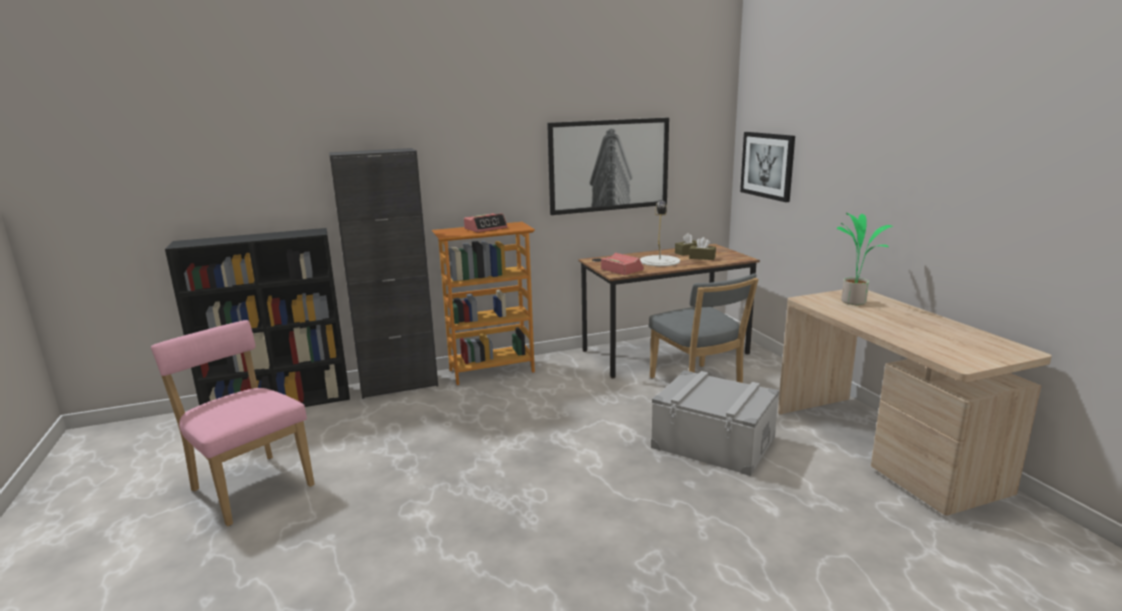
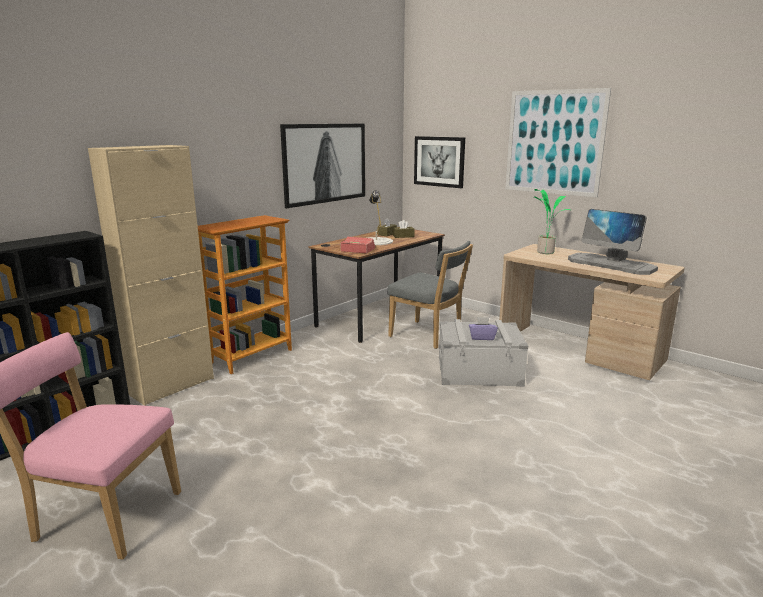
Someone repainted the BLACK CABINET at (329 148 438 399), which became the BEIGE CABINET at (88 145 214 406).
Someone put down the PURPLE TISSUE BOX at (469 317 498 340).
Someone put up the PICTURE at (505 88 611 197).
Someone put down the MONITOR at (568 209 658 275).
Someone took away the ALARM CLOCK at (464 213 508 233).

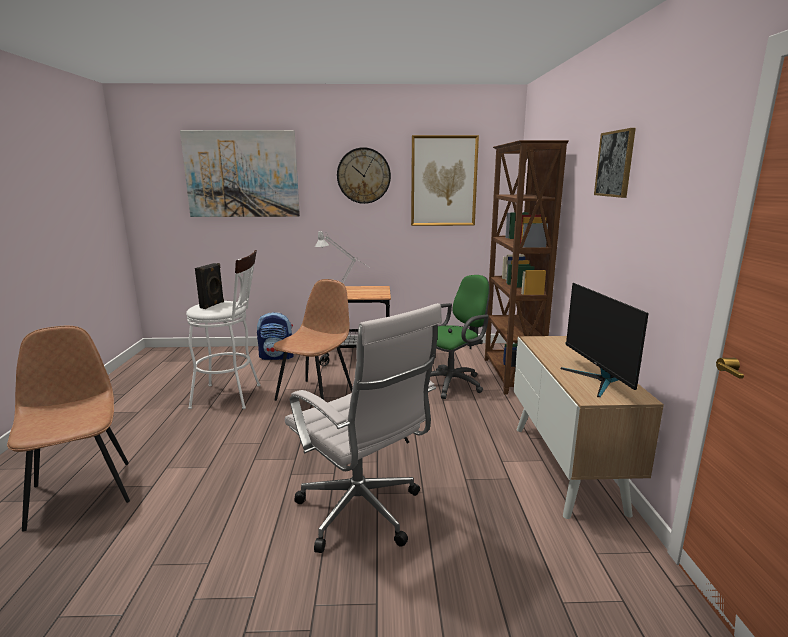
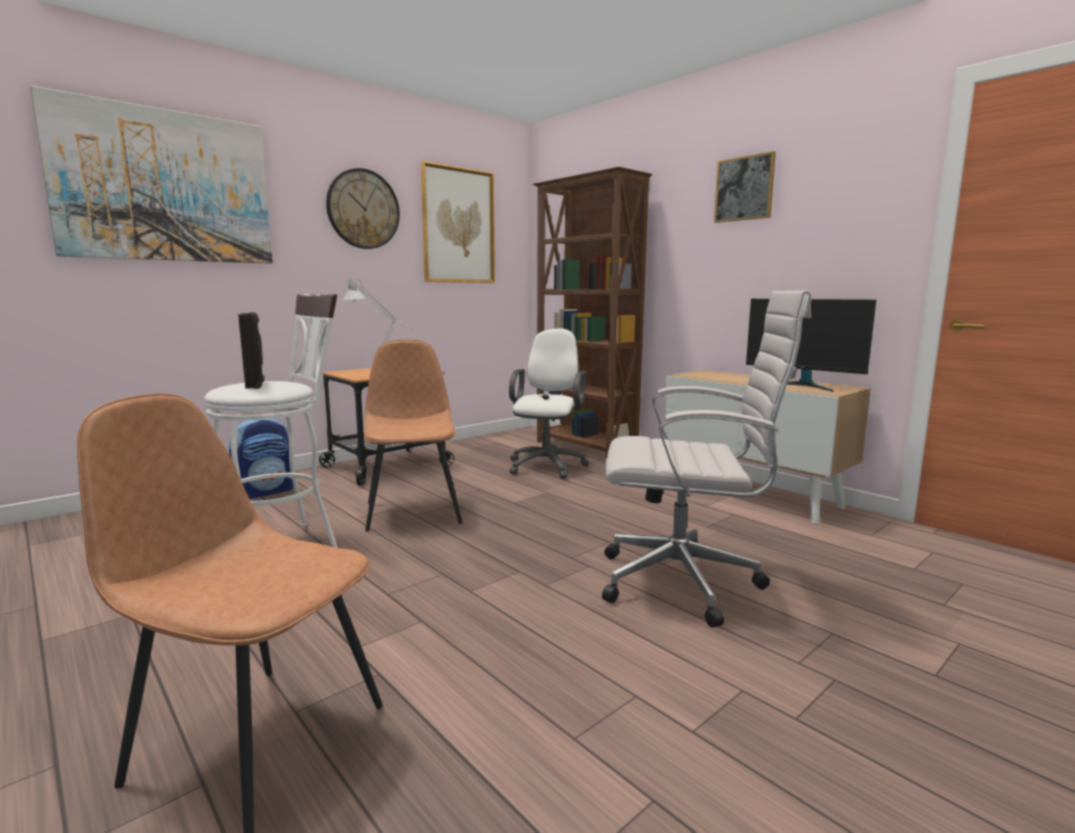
Someone repainted the GREEN OFFICE CHAIR at (430 275 490 399), which became the WHITE OFFICE CHAIR at (509 328 589 479).

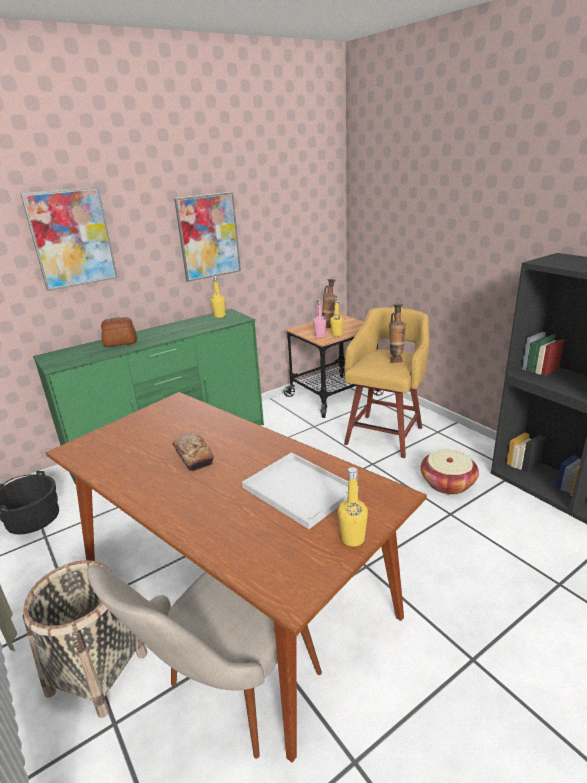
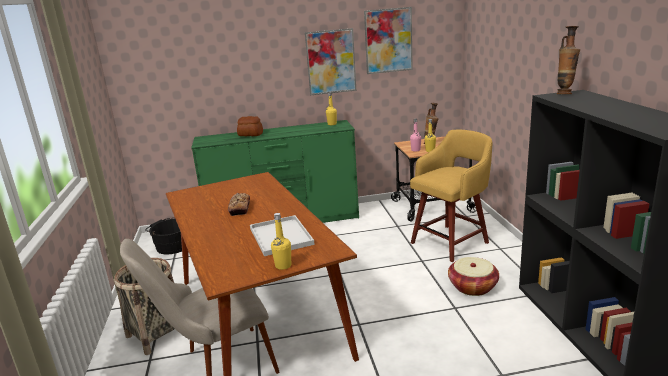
Someone carried the PICTURE from (20 186 118 291) to (364 7 413 74).
Someone carried the VASE from (389 304 406 363) to (557 26 580 94).

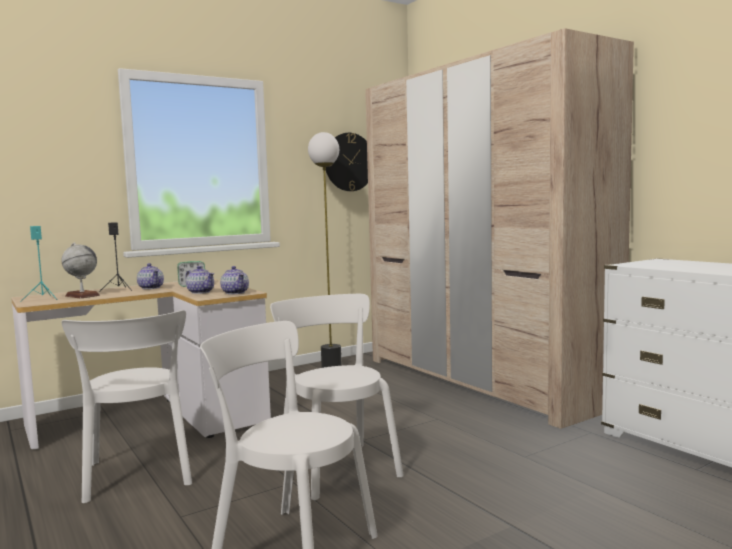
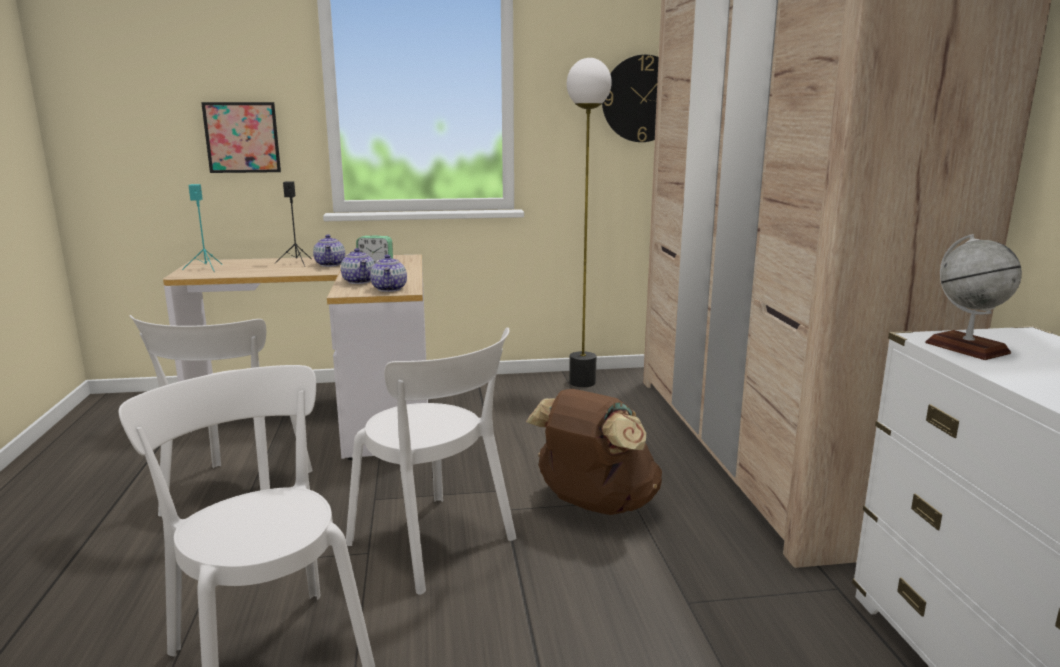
Someone put up the PICTURE at (201 102 281 173).
Someone rotated the WHITE CHAIR at (270 294 404 500) by 135 degrees clockwise.
Someone put down the BROWN BACKPACK at (526 389 662 515).
Someone carried the GLOBE from (62 243 100 299) to (925 234 1022 360).

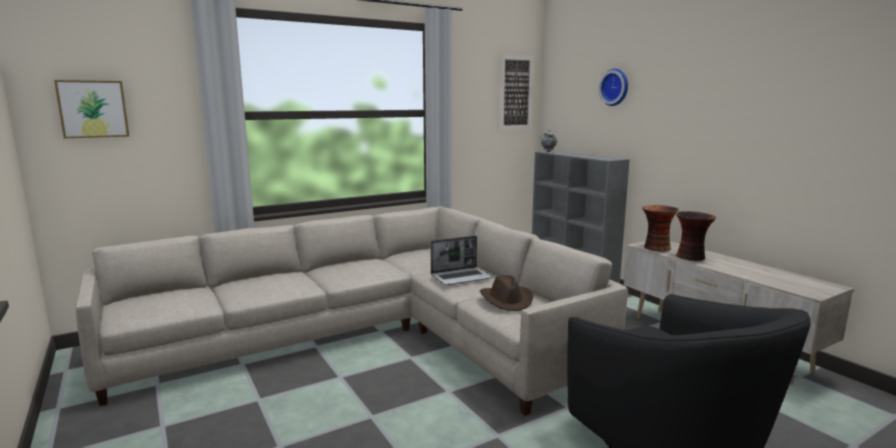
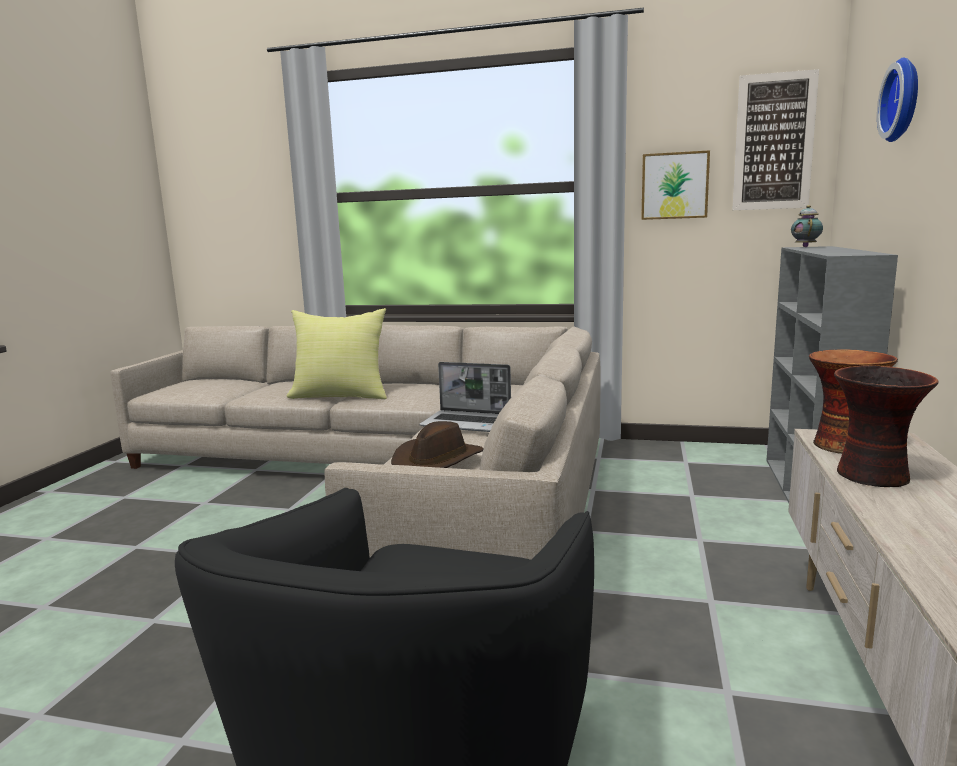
Someone put down the YELLOW PILLOW at (287 308 387 400).
Someone carried the PICTURE from (54 80 129 138) to (641 150 710 220).

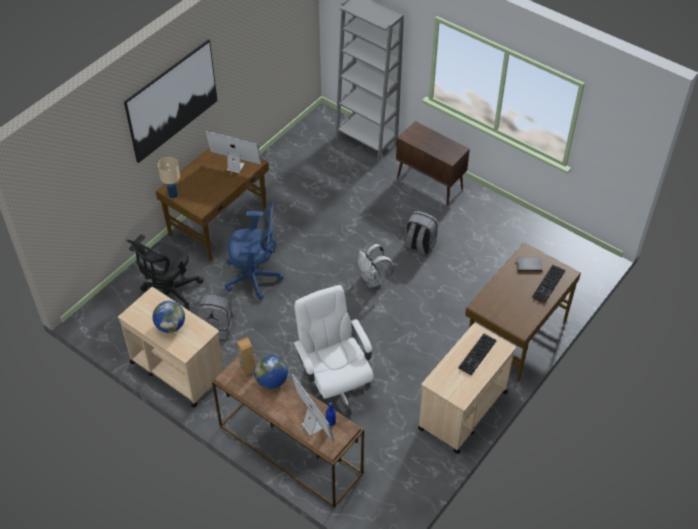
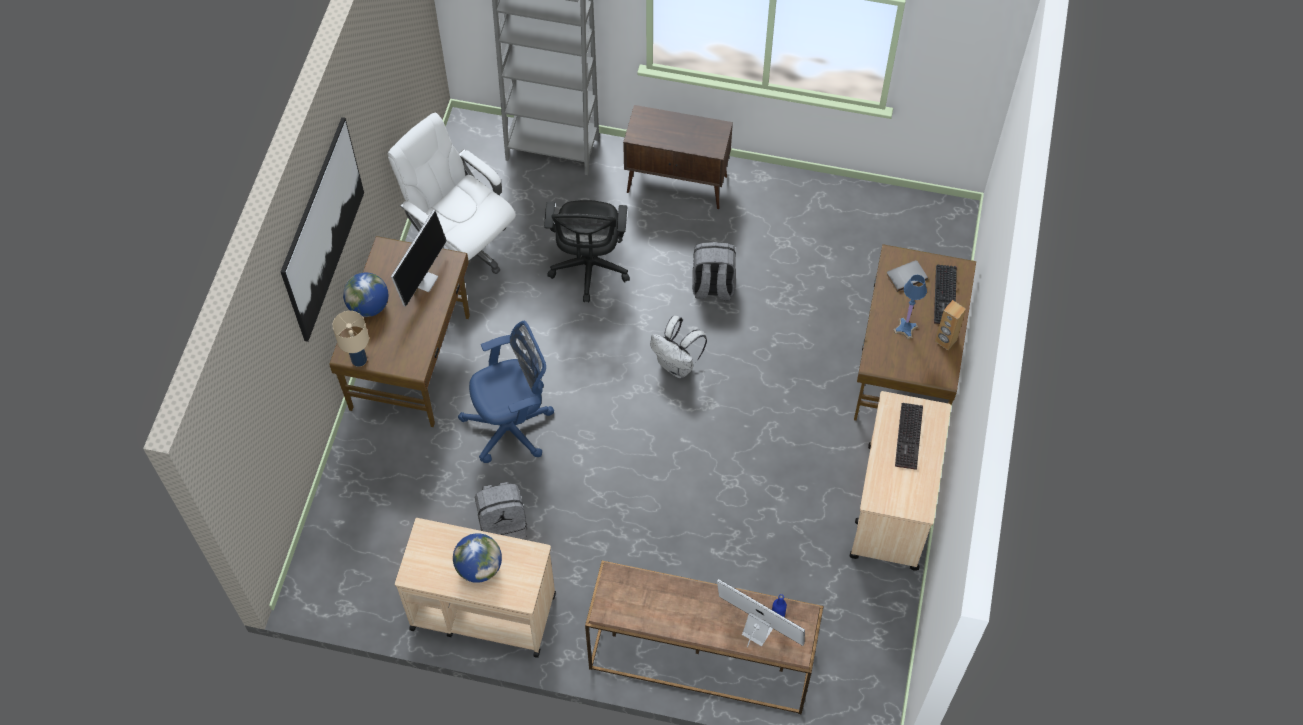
Someone carried the GLOBE from (254 355 288 389) to (343 273 388 317).
Someone carried the WHITE OFFICE CHAIR from (293 285 374 416) to (387 113 516 274).
Someone rotated the MONITOR at (206 131 262 173) by 120 degrees clockwise.
Someone carried the BLACK OFFICE CHAIR from (127 234 203 310) to (544 200 630 303).
Someone put down the BLUE TABLE LAMP at (894 275 927 339).
Someone carried the BROWN SPEAKER from (237 337 255 376) to (935 300 966 350).

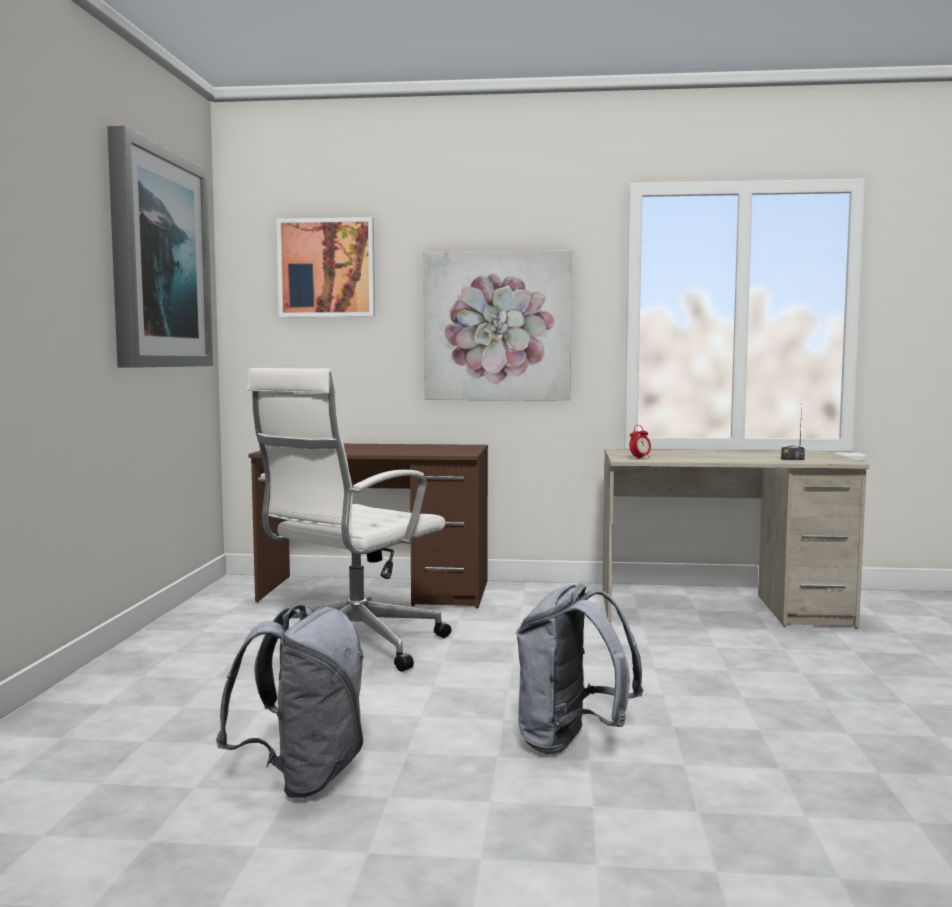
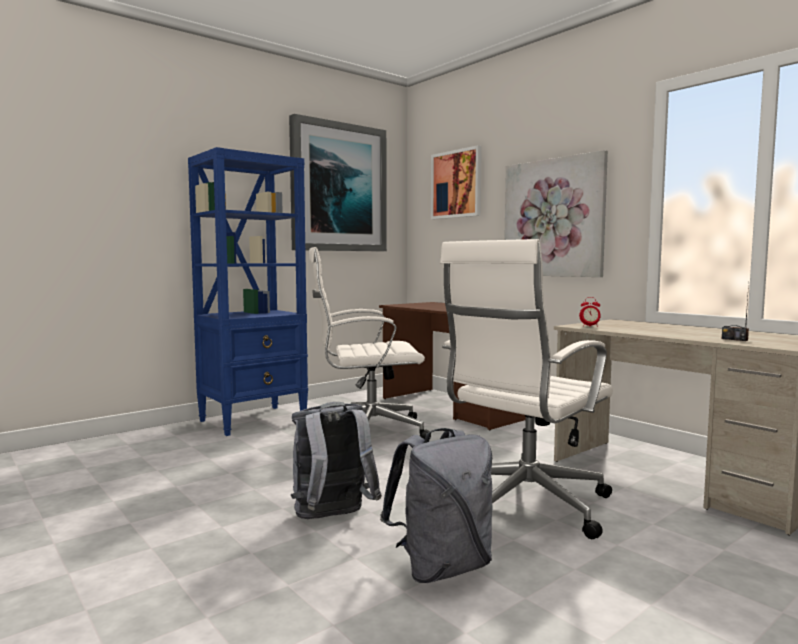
Someone put down the BLUE BOOKCASE at (188 147 308 436).
Someone carried the GREY BACKPACK from (216 605 364 799) to (380 428 493 583).
Someone put down the WHITE OFFICE CHAIR at (440 239 613 539).

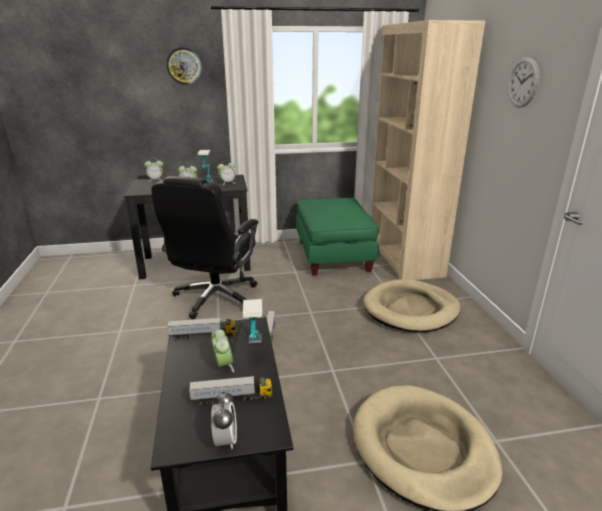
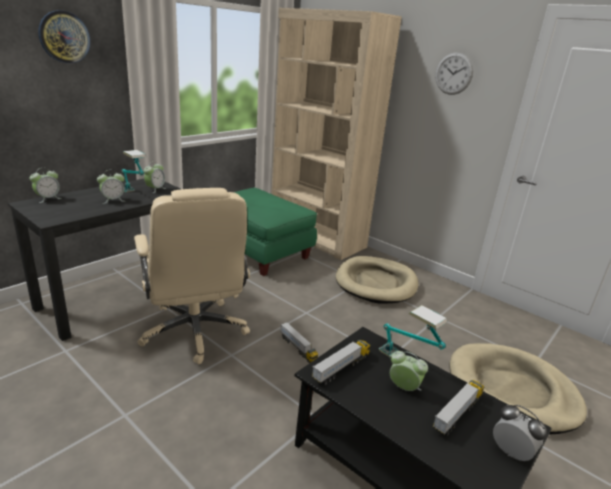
Someone repainted the BLACK OFFICE CHAIR at (151 176 258 319), which became the BEIGE OFFICE CHAIR at (134 188 250 364).

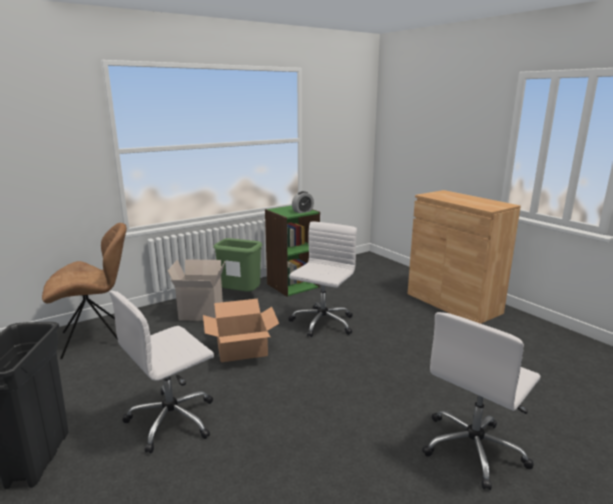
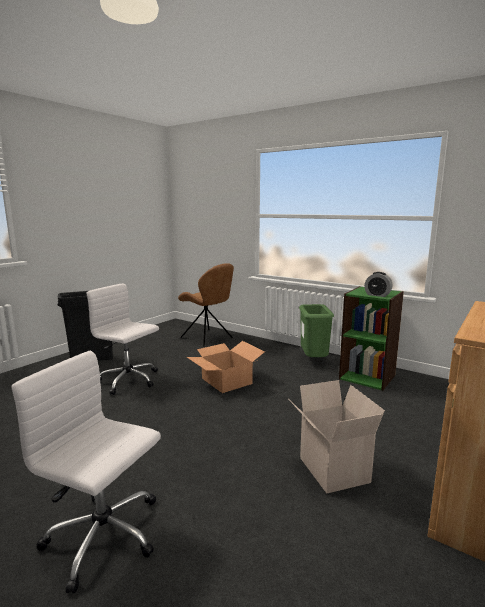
Someone carried the CARDBOARD BOX from (167 259 226 321) to (289 380 385 493).
Someone took away the WHITE OFFICE CHAIR at (288 221 357 337).

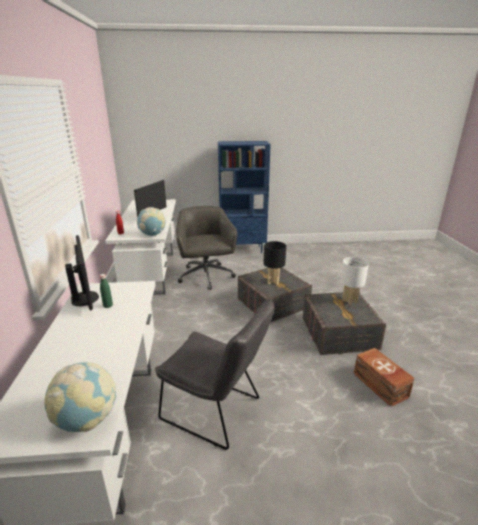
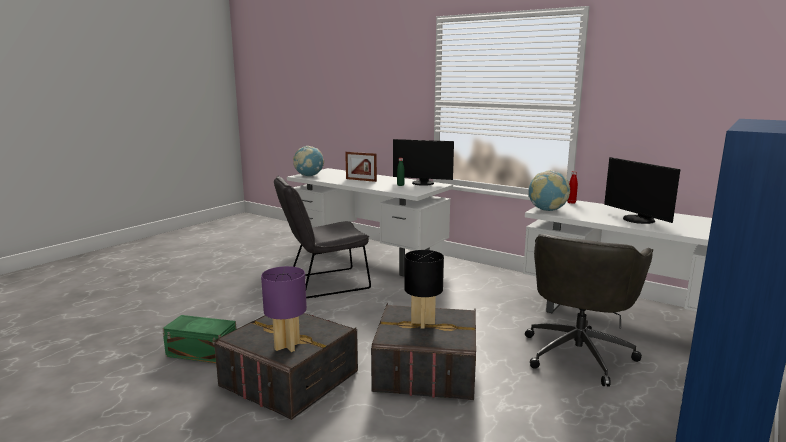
Someone repainted the BROWN STORAGE BOX at (353 348 415 407), which became the GREEN STORAGE BOX at (162 315 237 363).
Someone repainted the WHITE TABLE LAMP at (340 257 369 305), which became the PURPLE TABLE LAMP at (261 266 307 352).
Someone put down the PICTURE FRAME at (345 152 377 182).
Someone rotated the GREY OFFICE CHAIR at (176 206 237 290) by 90 degrees clockwise.

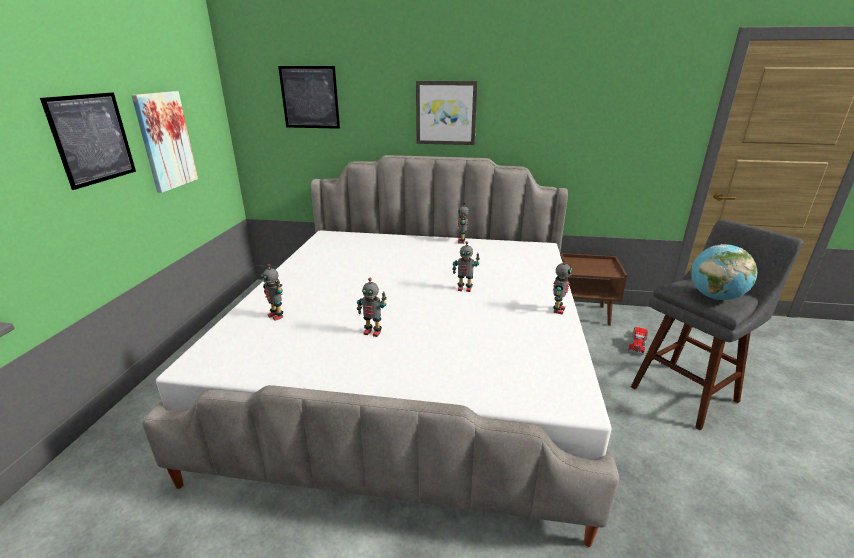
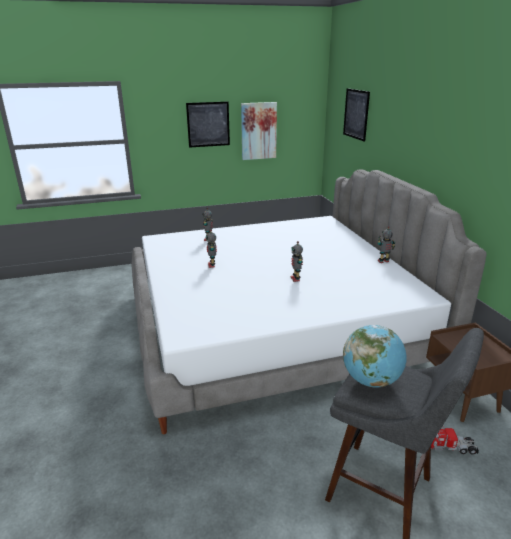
Someone took away the PICTURE at (416 81 478 145).
Someone took away the TOY ROBOT at (553 259 572 315).

